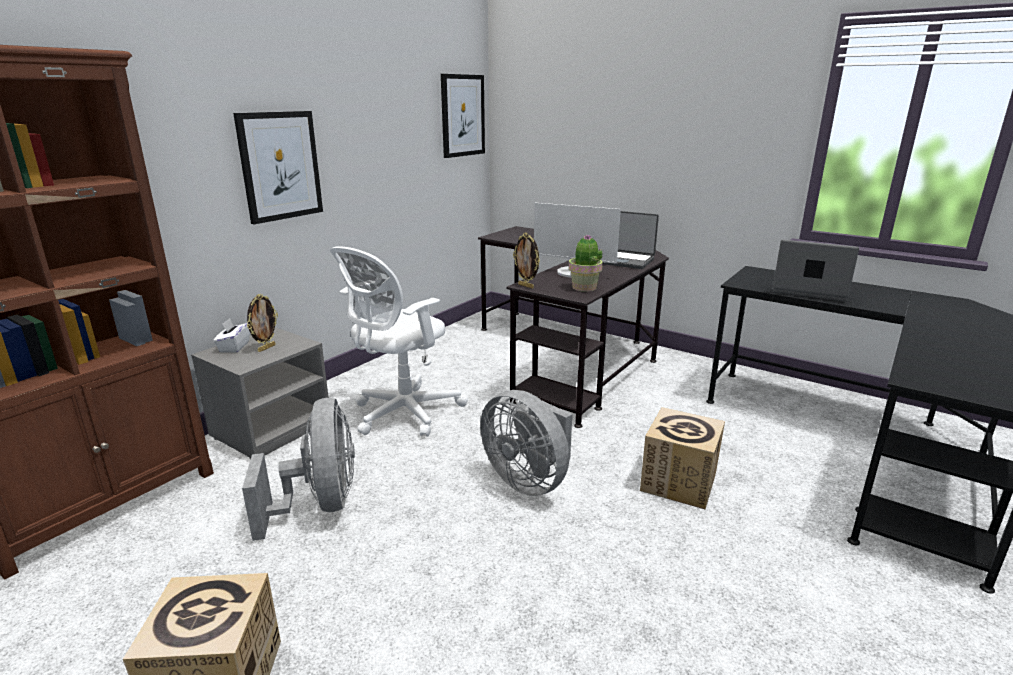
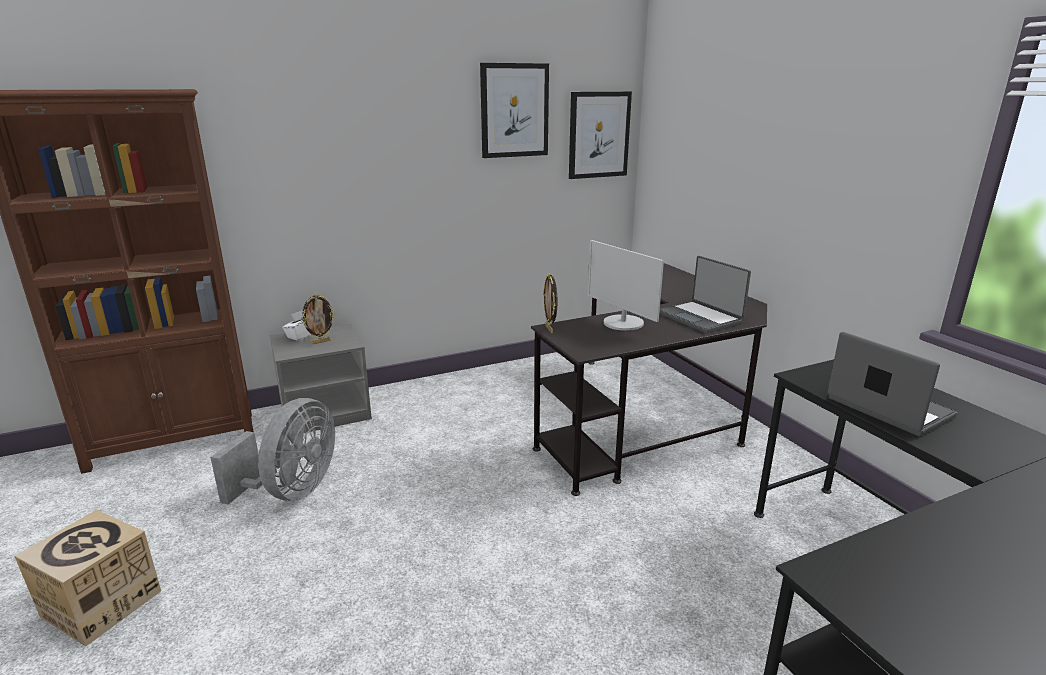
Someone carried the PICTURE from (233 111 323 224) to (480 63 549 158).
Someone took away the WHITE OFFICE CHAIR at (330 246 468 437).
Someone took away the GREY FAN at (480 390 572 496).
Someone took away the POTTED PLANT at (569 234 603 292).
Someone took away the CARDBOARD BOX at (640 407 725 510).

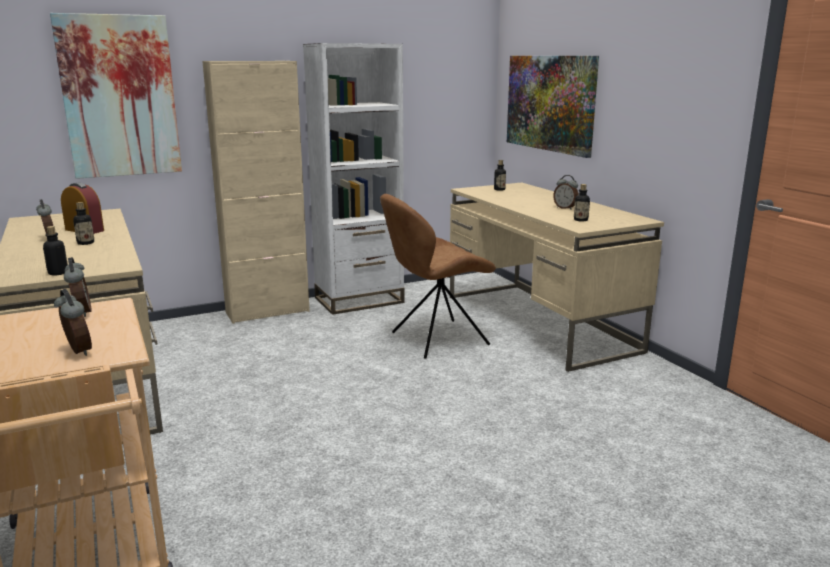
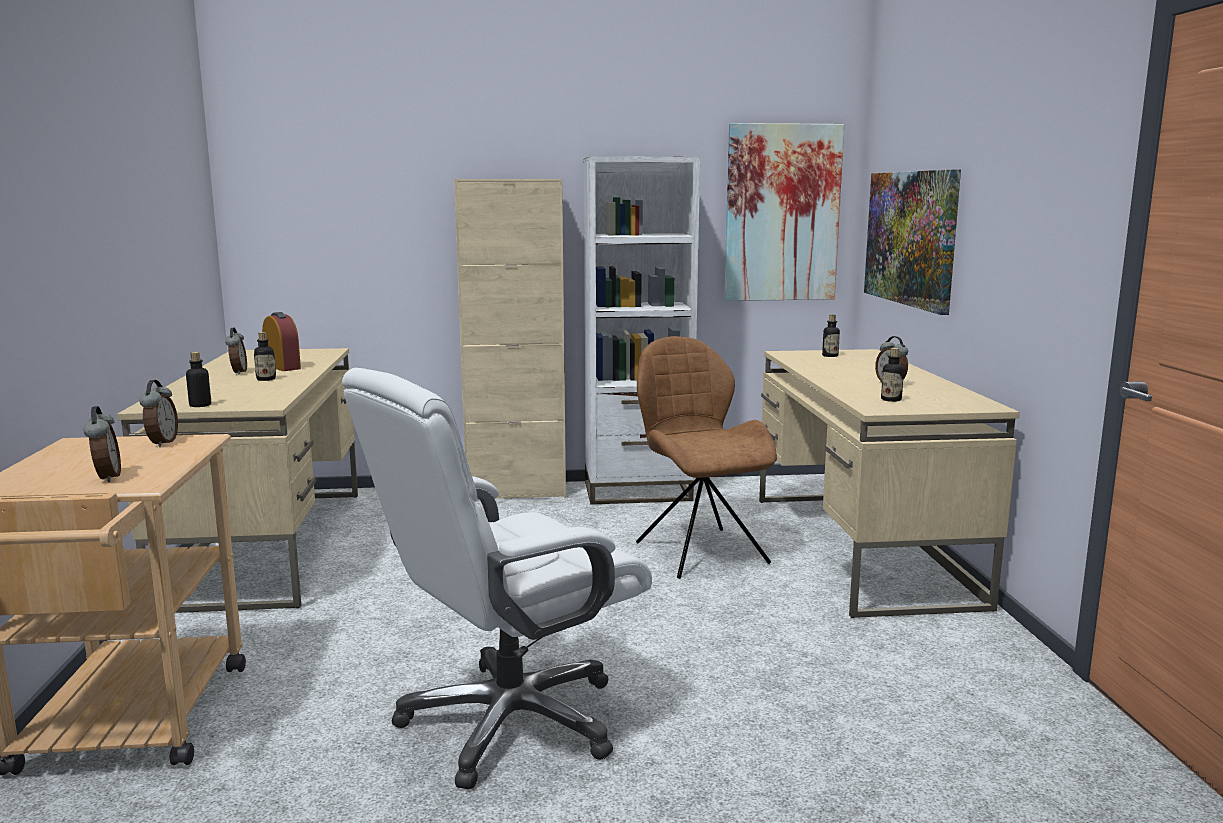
Someone put down the WHITE OFFICE CHAIR at (342 368 652 789).
Someone rotated the BROWN CHAIR at (380 194 496 359) by 75 degrees clockwise.
Someone carried the PICTURE from (50 13 182 179) to (724 123 844 301).

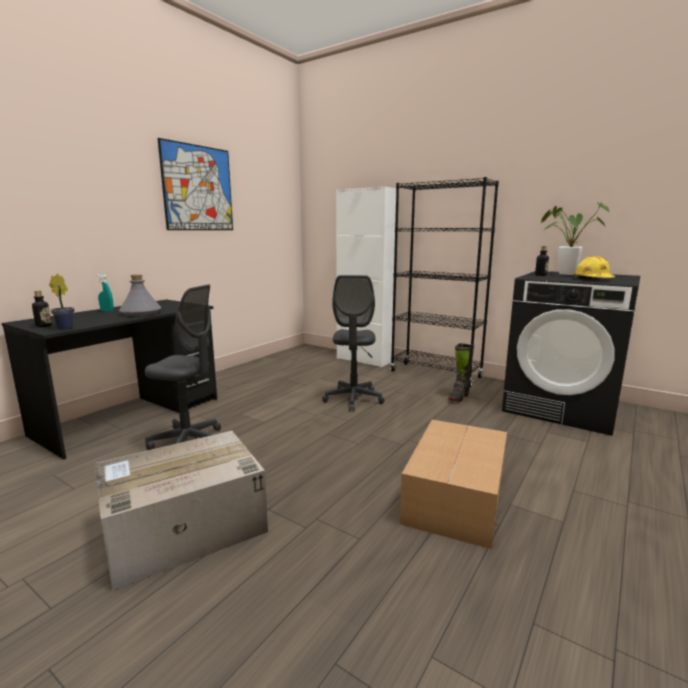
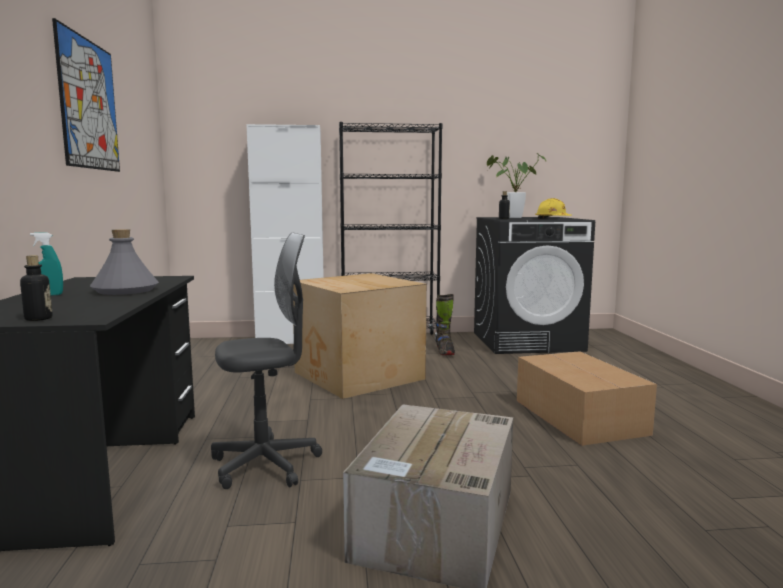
Someone swapped the GREY OFFICE CHAIR at (322 275 385 412) for the CARDBOARD BOX at (293 273 427 399).
Someone took away the POTTED PLANT at (49 274 74 330).

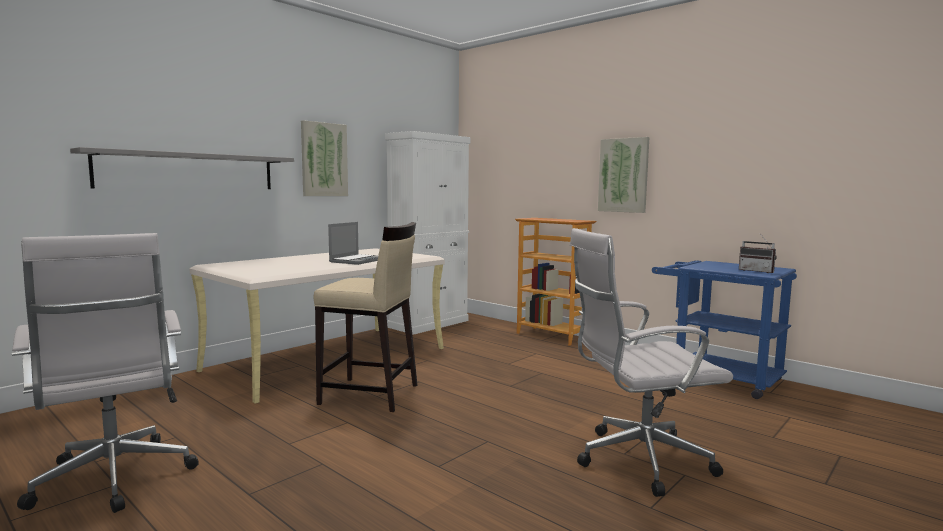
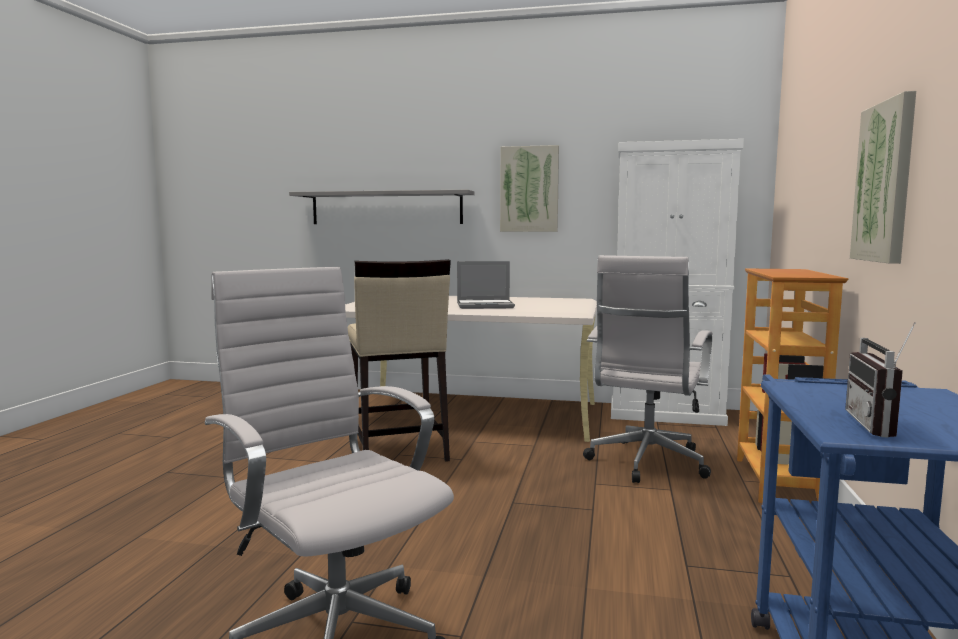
Someone carried the WHITE OFFICE CHAIR from (12 233 199 513) to (583 255 713 483).

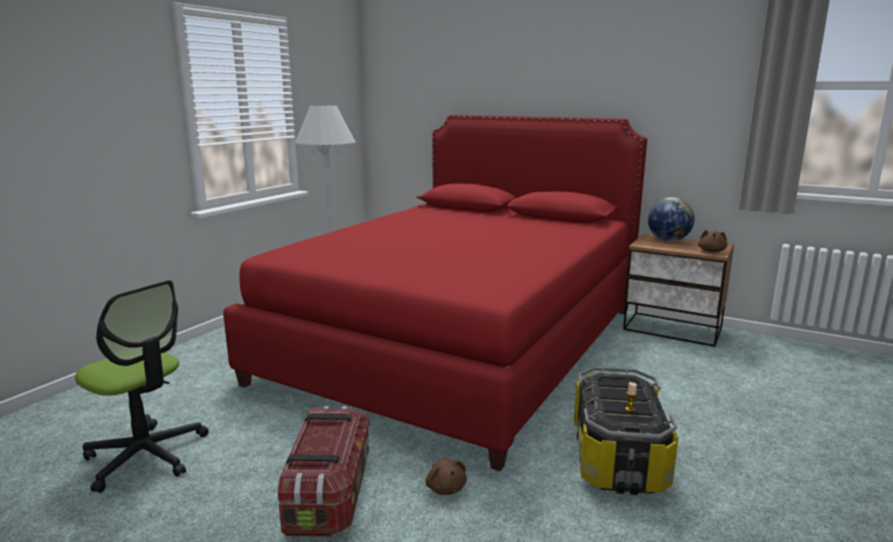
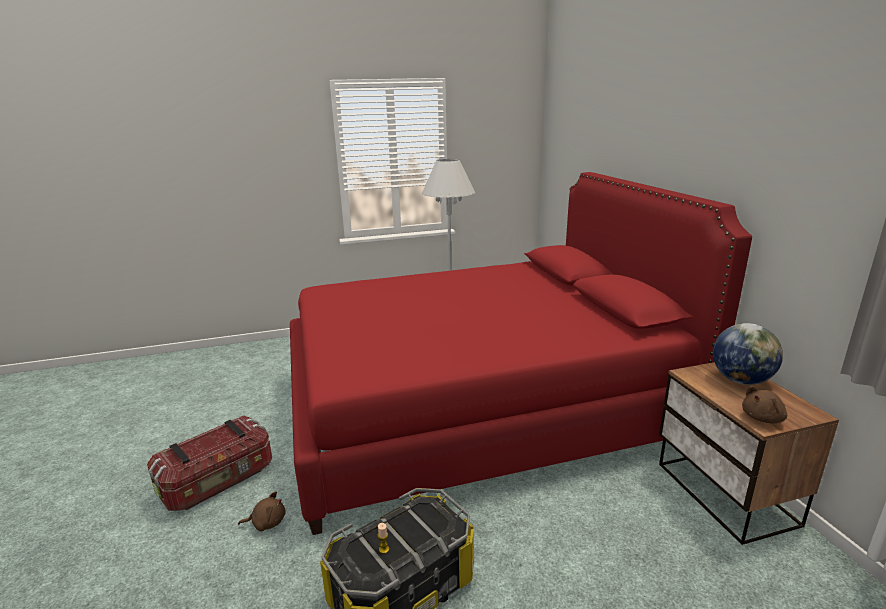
Someone rotated the BROWN PLUSH TOY at (425 459 467 495) by 120 degrees counterclockwise.
Someone took away the OFFICE CHAIR at (75 280 209 493).

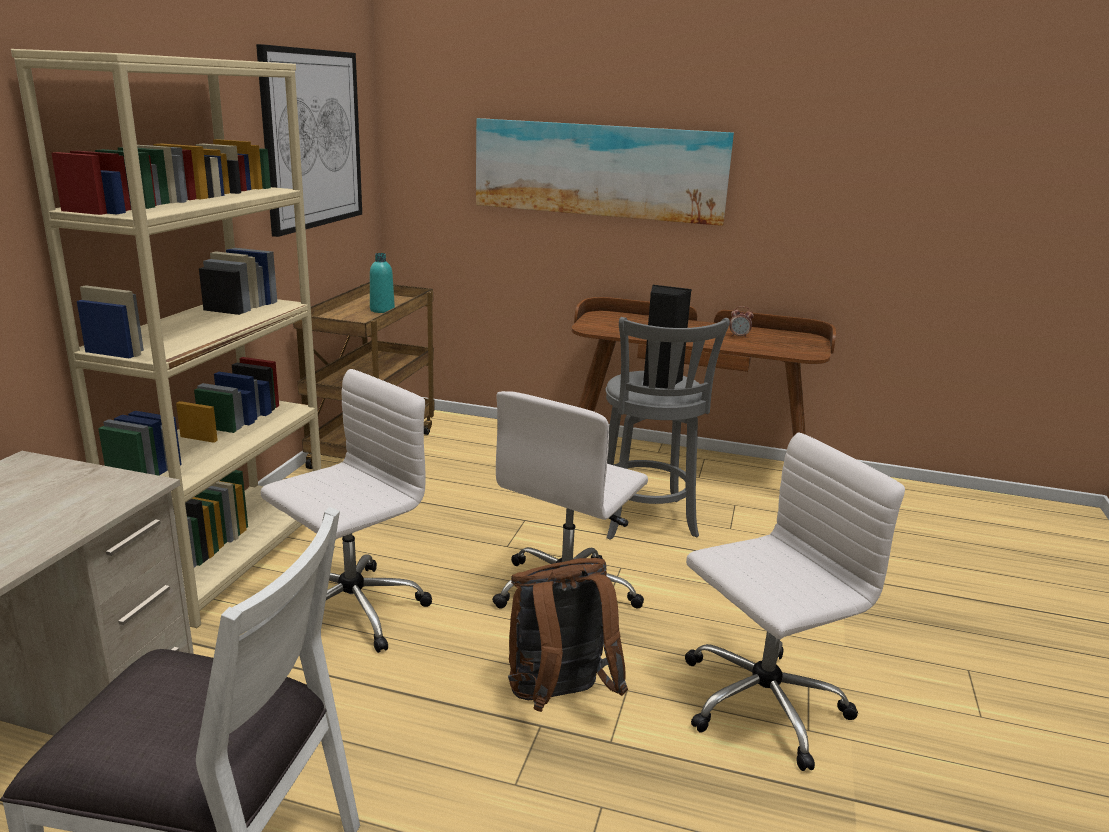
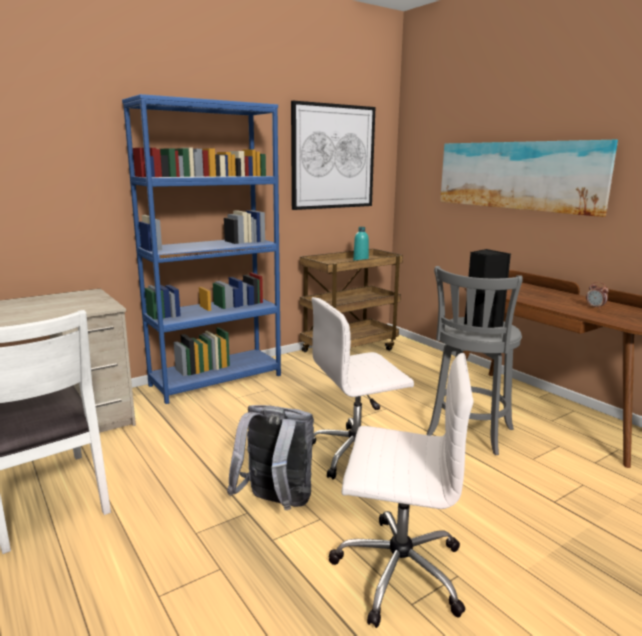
Someone repainted the BEIGE BOOKCASE at (11 49 321 628), which became the BLUE BOOKCASE at (122 94 281 404).
Someone repainted the BROWN BACKPACK at (508 558 628 712), which became the GREY BACKPACK at (227 405 314 510).
Someone took away the WHITE OFFICE CHAIR at (261 369 432 653).

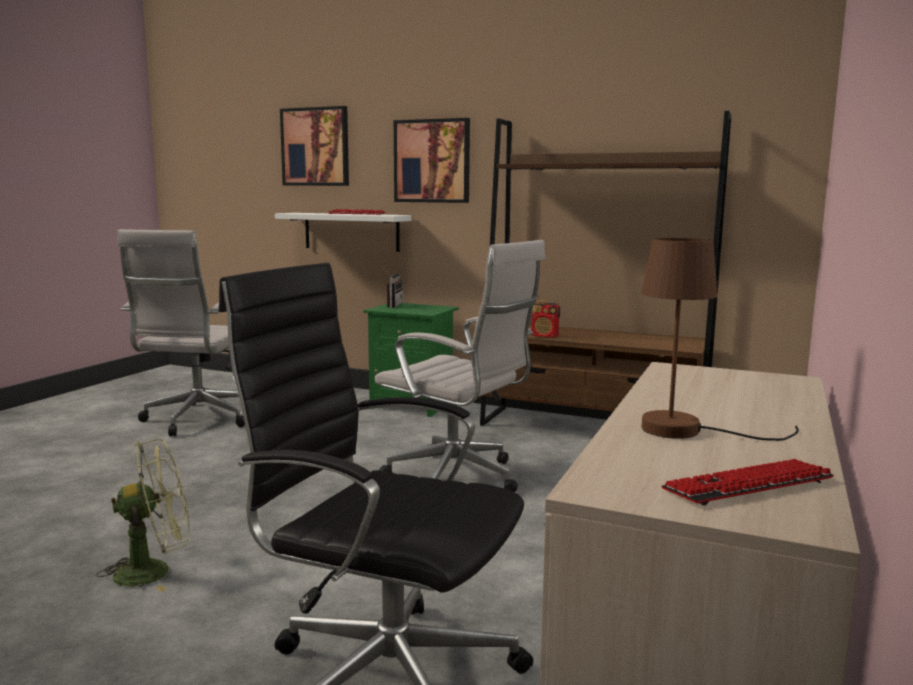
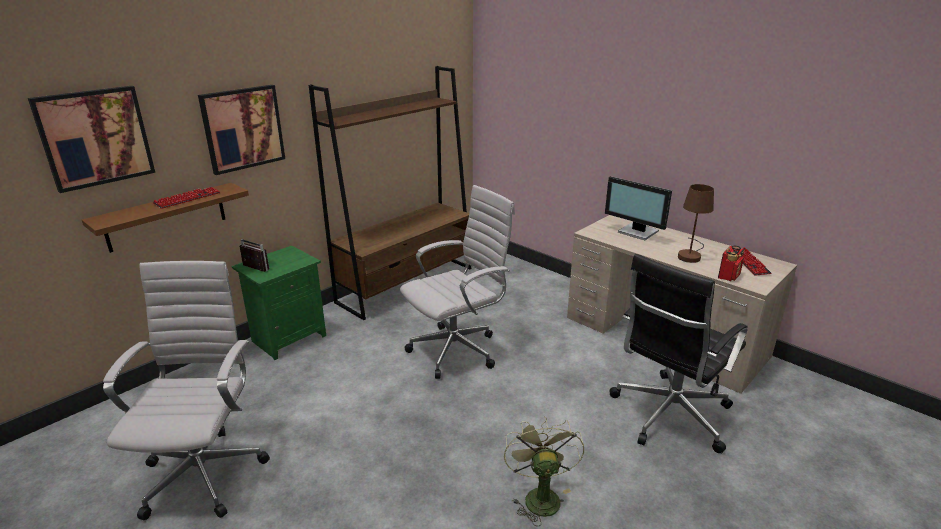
Someone repainted the WHITE SHELF at (275 213 412 252), which became the BROWN SHELF at (82 183 249 253).
Someone rotated the WHITE OFFICE CHAIR at (117 229 245 436) by 120 degrees counterclockwise.
Someone put down the MONITOR at (605 176 672 240).
Someone carried the RADIO from (532 300 560 338) to (718 245 744 281).

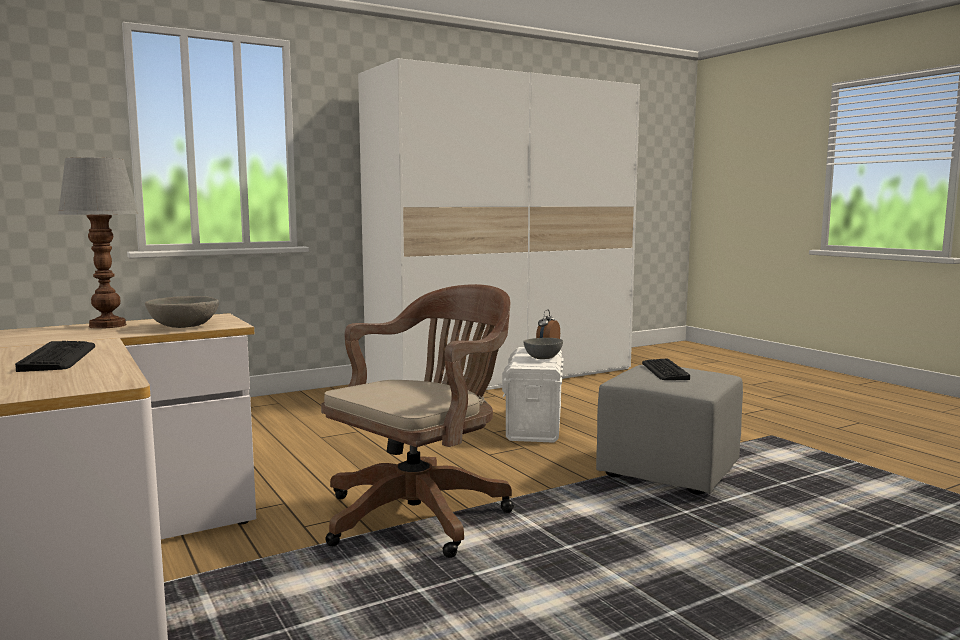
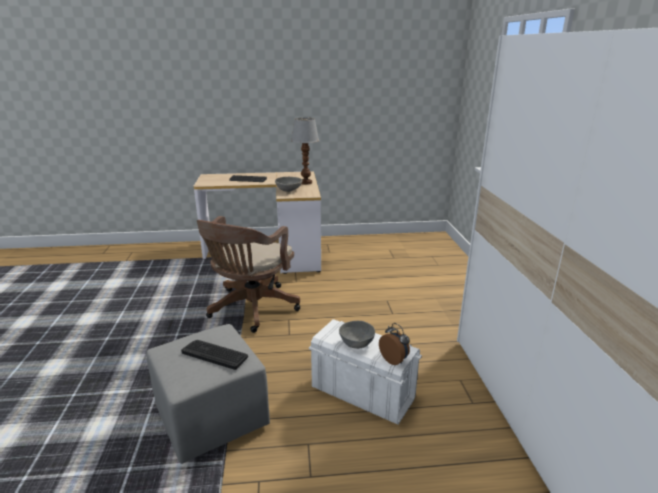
Someone rotated the BROWN OFFICE CHAIR at (321 284 514 558) by 45 degrees clockwise.

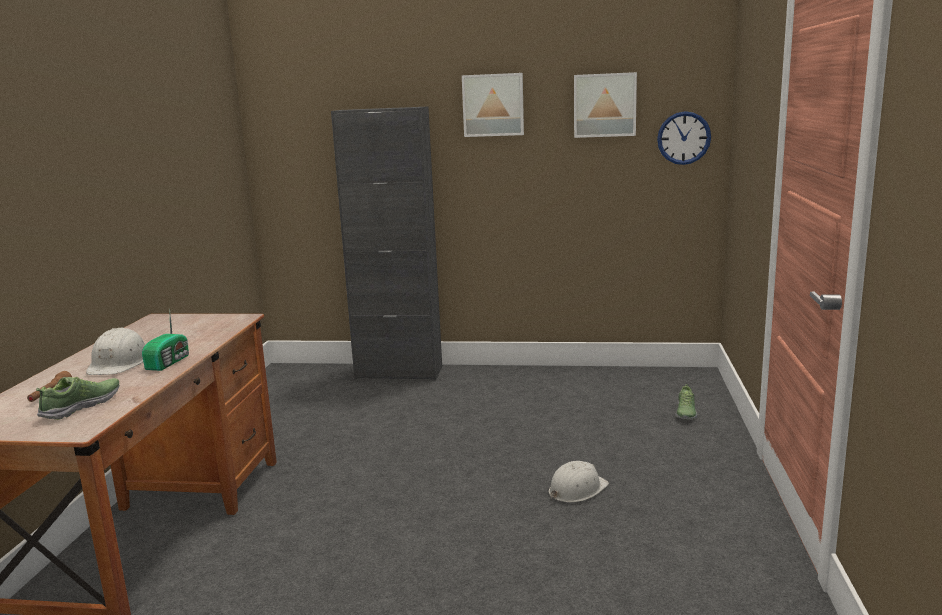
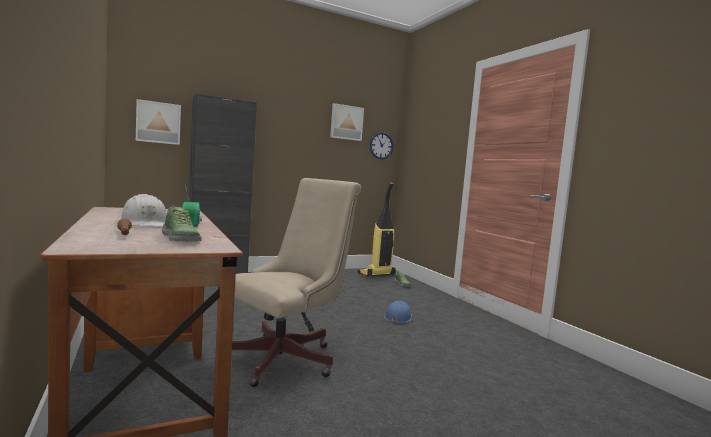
Someone carried the PICTURE from (462 73 524 137) to (136 99 181 145).
Someone rotated the SHOE at (36 377 120 420) by 150 degrees clockwise.
Someone put down the BEIGE OFFICE CHAIR at (232 178 361 387).
Someone put down the VACUUM CLEANER at (358 183 395 276).
Someone repainted the WHITE HARD HAT at (549 461 609 502), which became the BLUE HARD HAT at (384 301 412 323).

